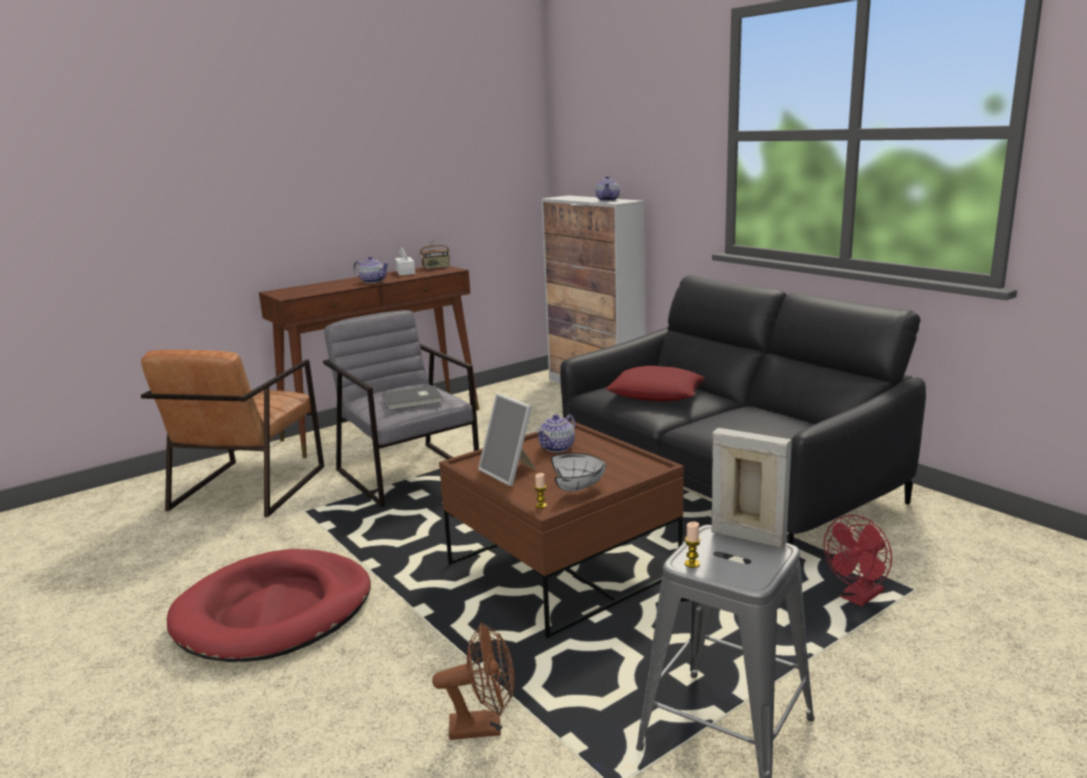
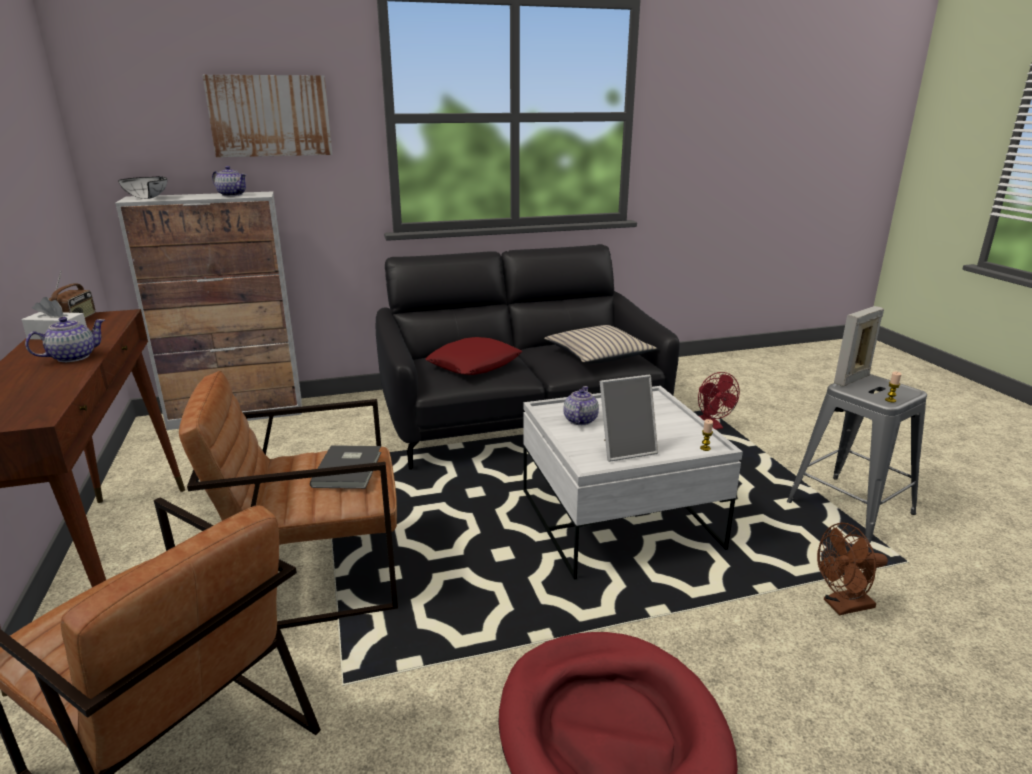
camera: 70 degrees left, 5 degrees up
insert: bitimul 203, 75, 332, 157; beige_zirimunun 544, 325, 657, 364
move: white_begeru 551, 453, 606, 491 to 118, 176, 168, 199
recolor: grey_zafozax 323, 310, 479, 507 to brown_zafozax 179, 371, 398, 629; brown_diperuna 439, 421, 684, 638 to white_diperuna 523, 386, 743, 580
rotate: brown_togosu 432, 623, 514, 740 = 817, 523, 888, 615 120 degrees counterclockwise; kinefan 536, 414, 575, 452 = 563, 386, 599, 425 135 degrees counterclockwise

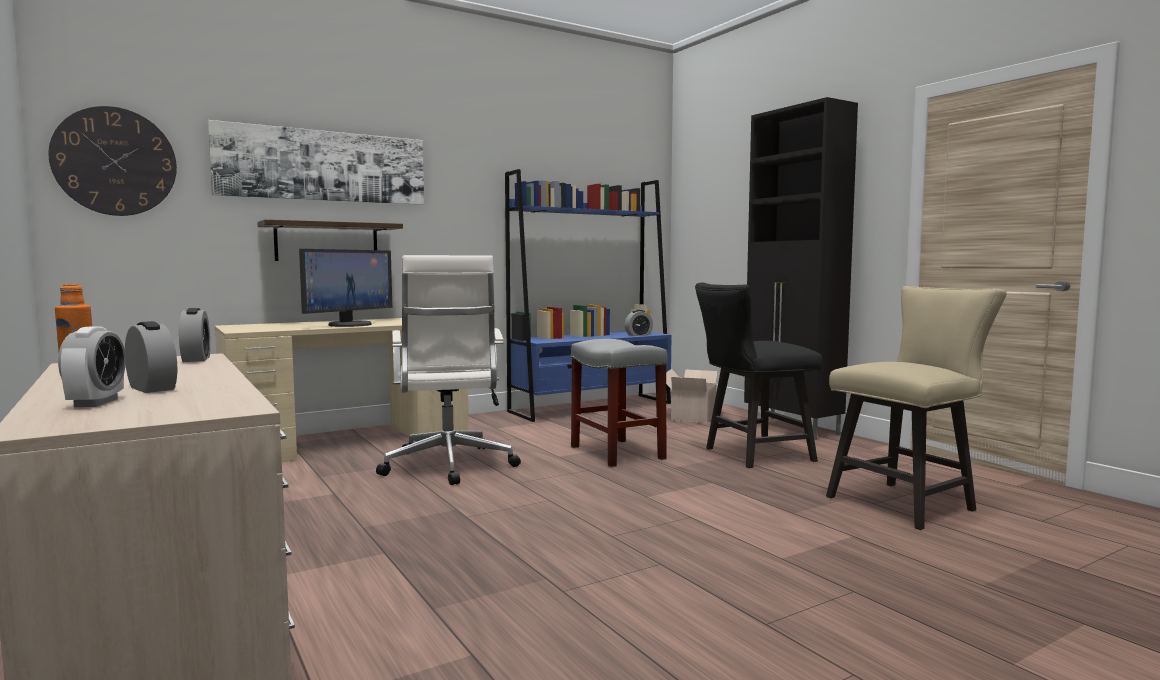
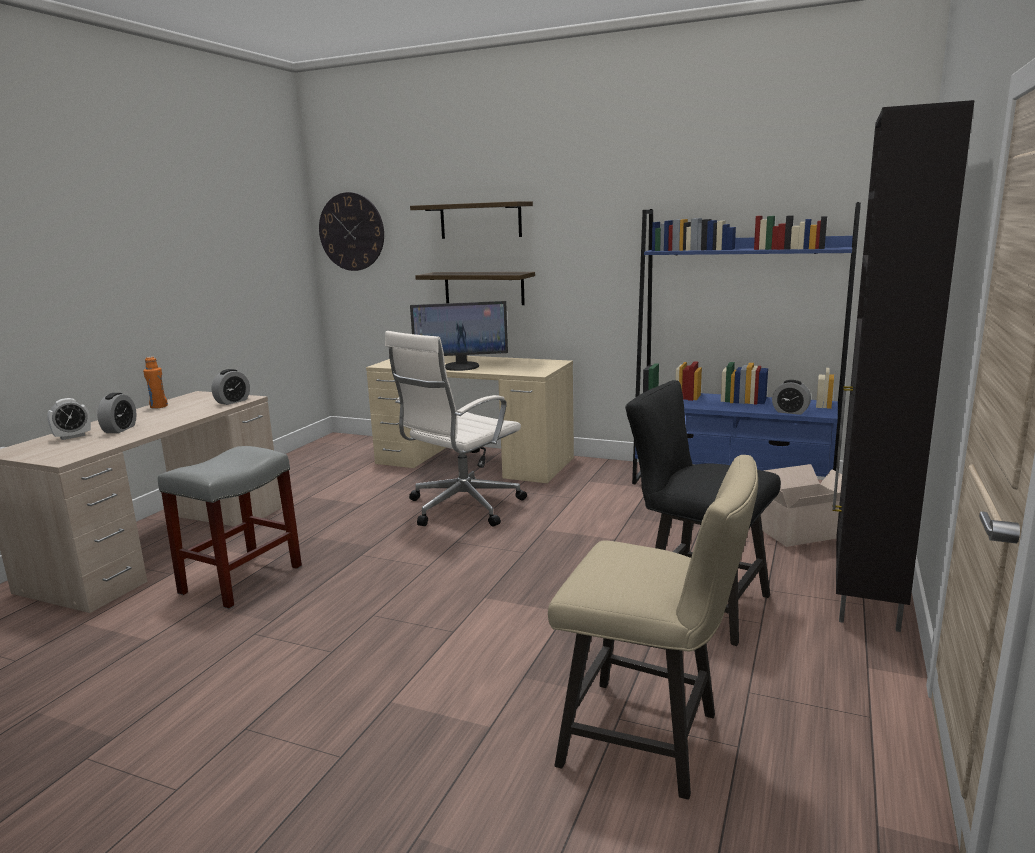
camera: 55 degrees right, 10 degrees up
move: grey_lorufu 571, 339, 668, 468 to 158, 446, 302, 609
replace: bitimul 208, 120, 424, 205 to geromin 410, 201, 533, 239

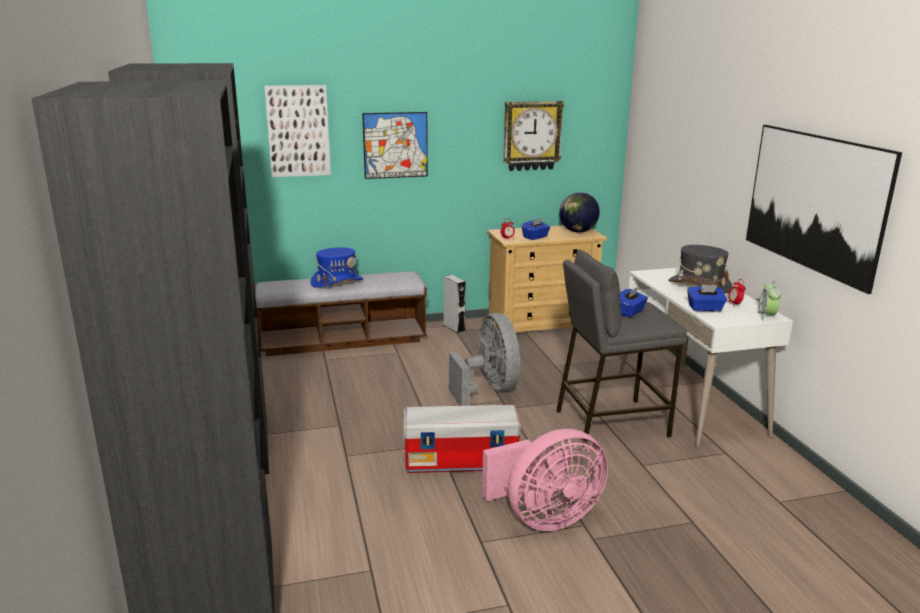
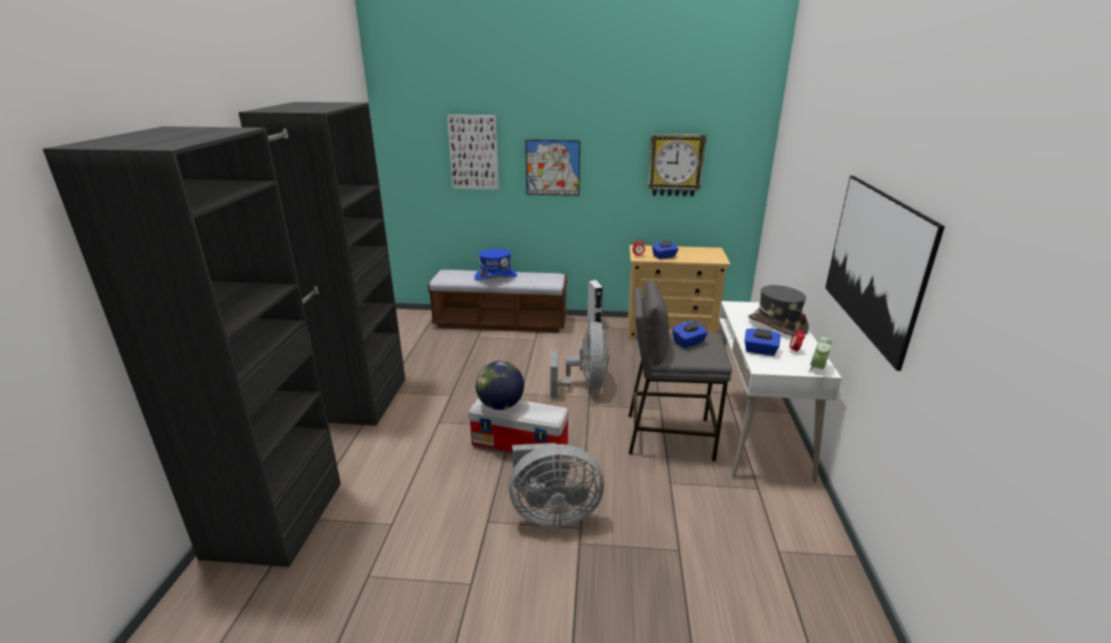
camera: 20 degrees right, 5 degrees up
move: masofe 559, 192, 600, 233 to 476, 361, 524, 410
recolor: pink_togosu 482, 429, 608, 531 to grey_togosu 509, 443, 604, 527

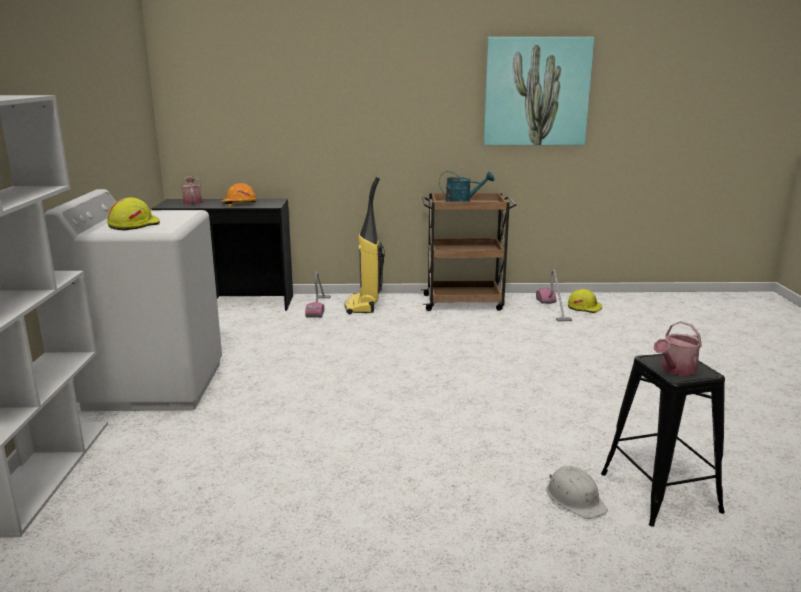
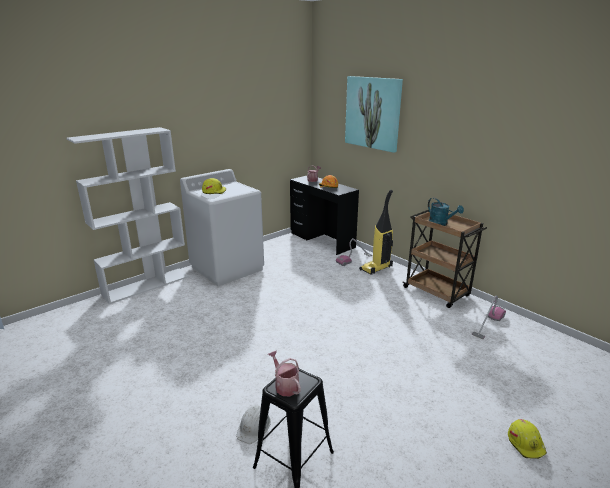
camera: 50 degrees right, 5 degrees up
move: bitimul 483, 37, 595, 145 to 345, 76, 403, 153; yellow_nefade 568, 289, 602, 313 to 508, 419, 547, 459
rotate: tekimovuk 654, 321, 702, 376 = 268, 350, 301, 396 45 degrees clockwise

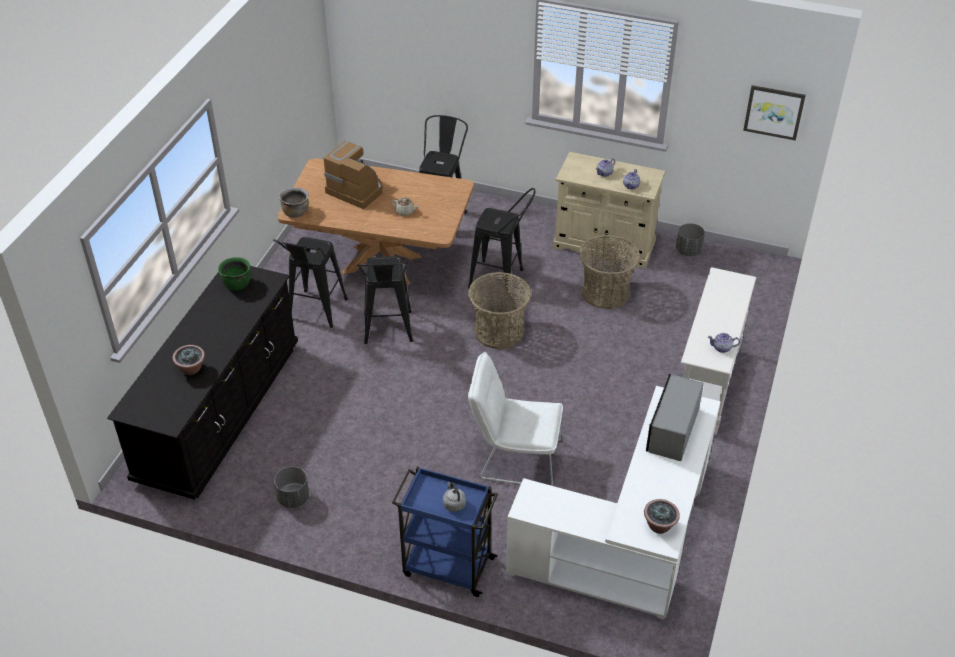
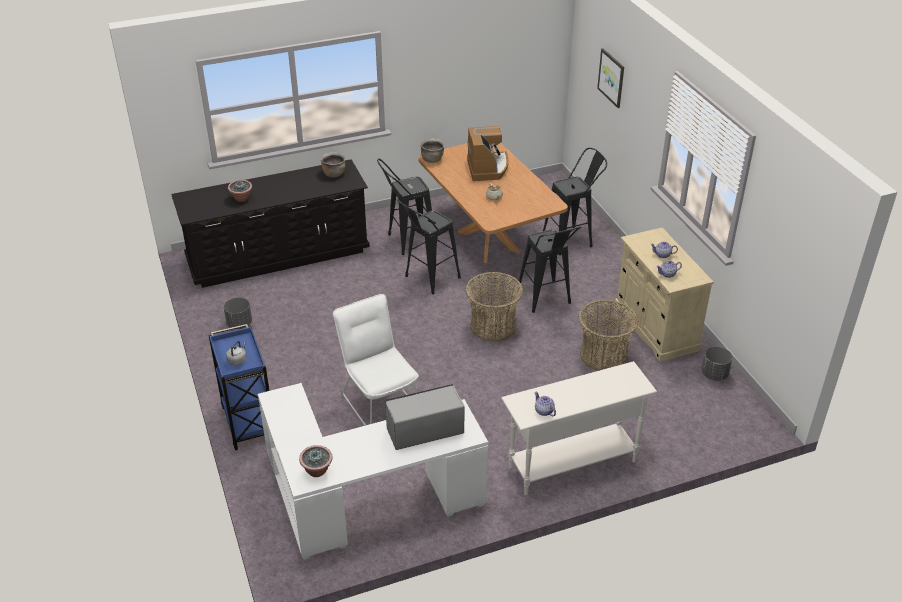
camera: 50 degrees right, 5 degrees down
move: bitimul 743, 85, 806, 141 to 597, 48, 624, 108
recolor: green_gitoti 218, 257, 251, 291 to brown_gitoti 320, 152, 346, 178

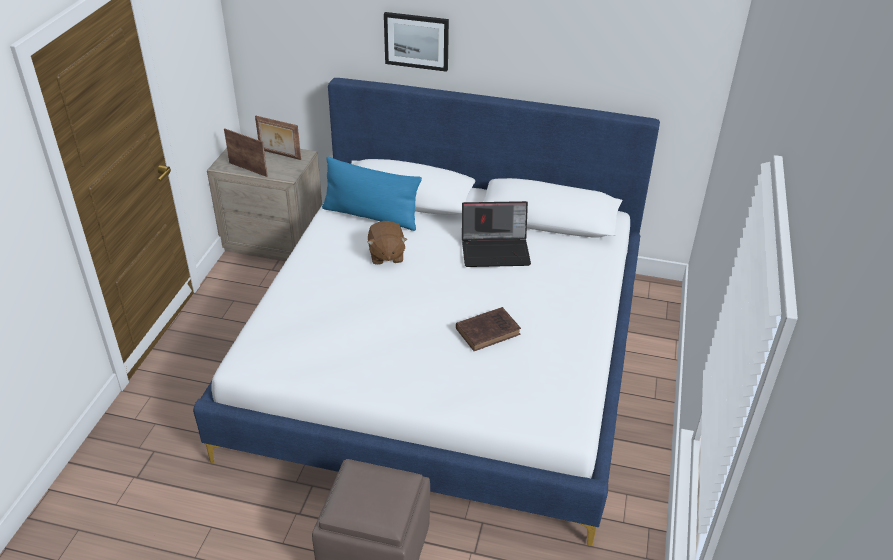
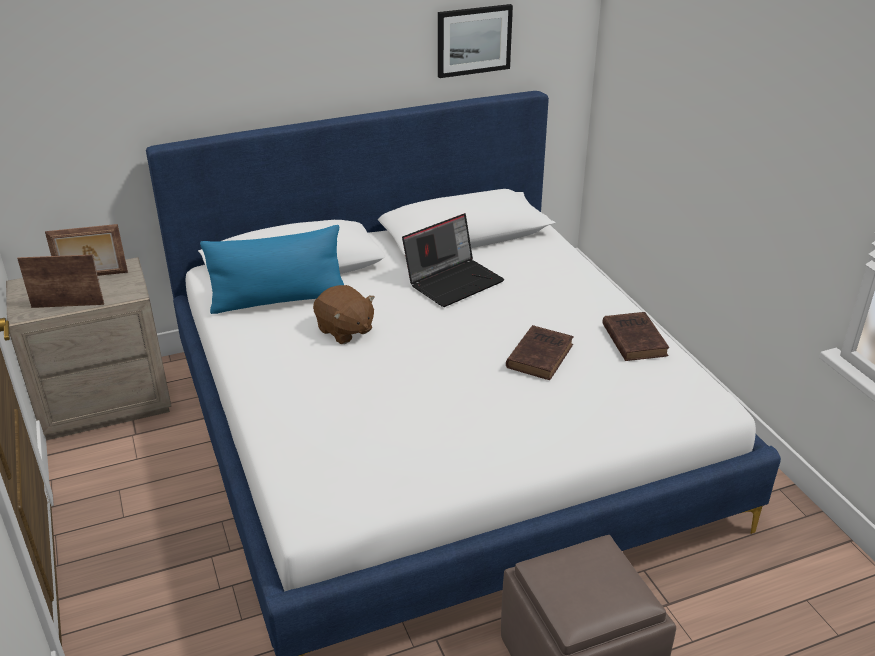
camera: 35 degrees left, 5 degrees down
insert: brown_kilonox 602, 312, 670, 361
move: bitimul 384, 12, 449, 72 to 438, 4, 513, 78

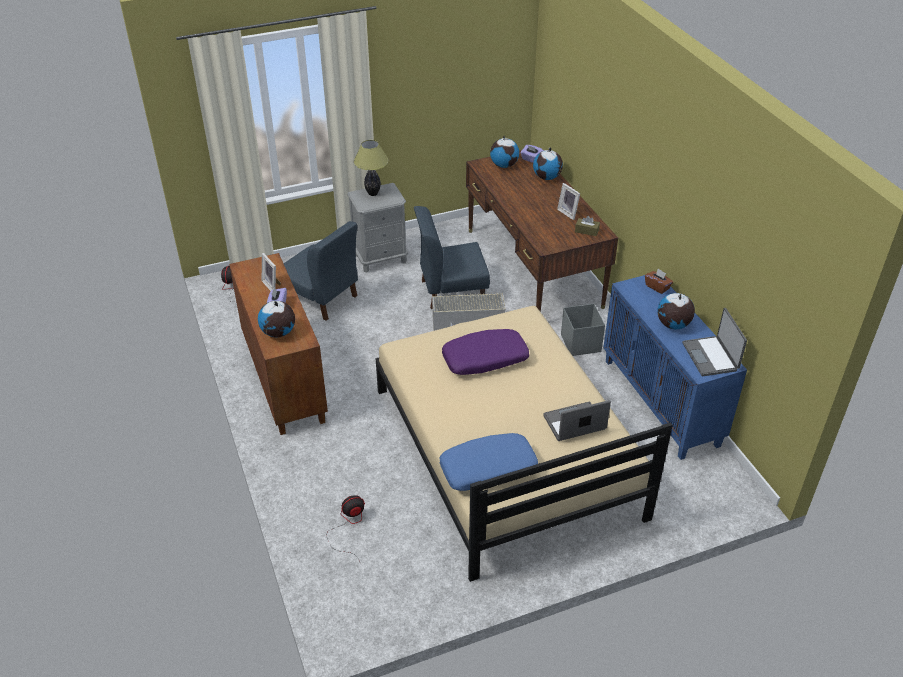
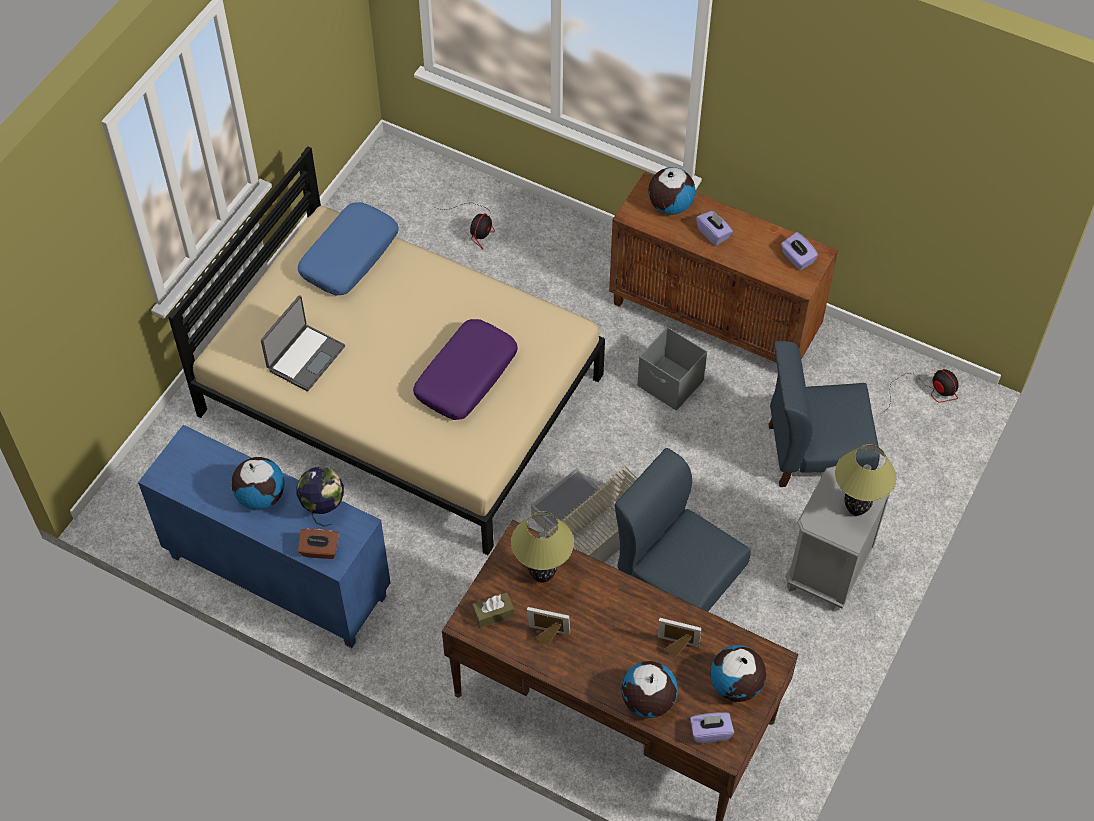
camera: 140 degrees right, 15 degrees up
delete: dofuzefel 682, 308, 747, 376
insert: masofe 297, 467, 344, 526; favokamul 511, 511, 574, 583; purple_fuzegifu 781, 232, 818, 270
move: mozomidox 262, 253, 281, 291 to 658, 618, 701, 655; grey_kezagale 561, 304, 605, 356 to 637, 327, 707, 410
rotate: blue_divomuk 414, 206, 490, 309 = 615, 448, 751, 611 90 degrees counterclockwise

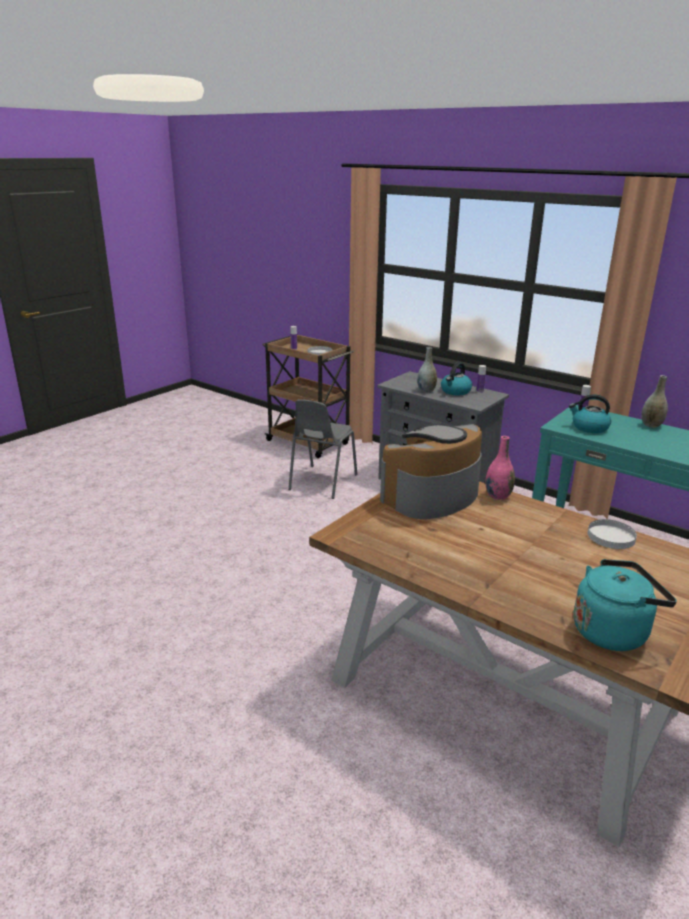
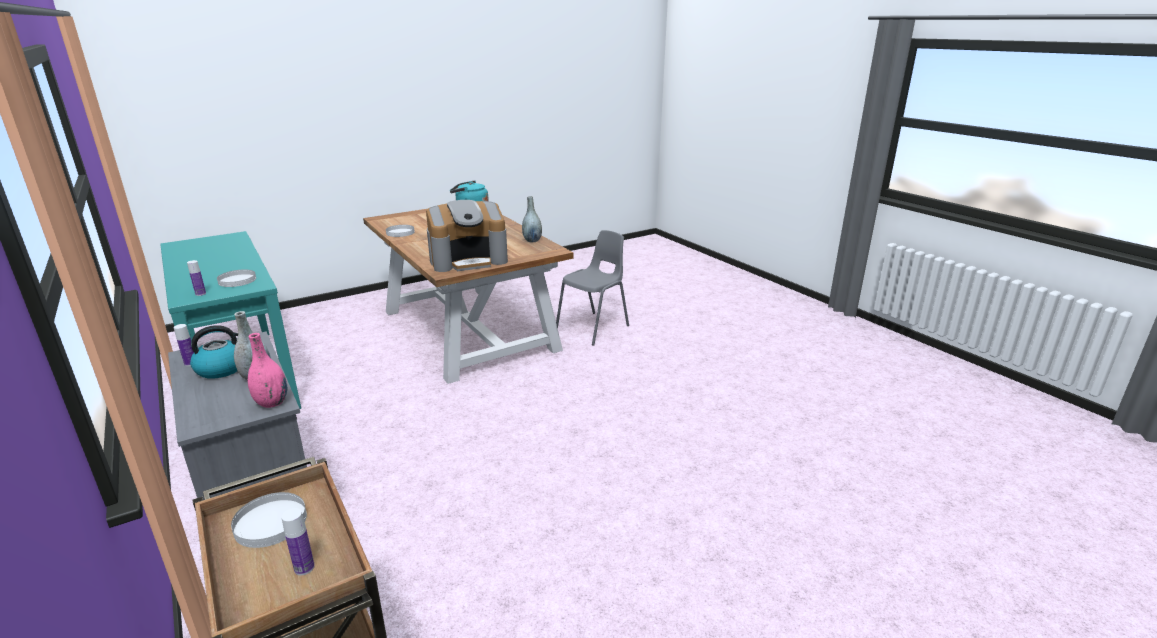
camera: 160 degrees left, 0 degrees up
move: grey_divomuk 288, 399, 358, 499 to 556, 230, 629, 345; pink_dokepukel 485, 436, 515, 500 to 248, 333, 287, 408; grey_dokepukel 641, 375, 668, 428 to 522, 196, 542, 242
replace: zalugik 569, 394, 611, 433 to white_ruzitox 217, 269, 256, 287

